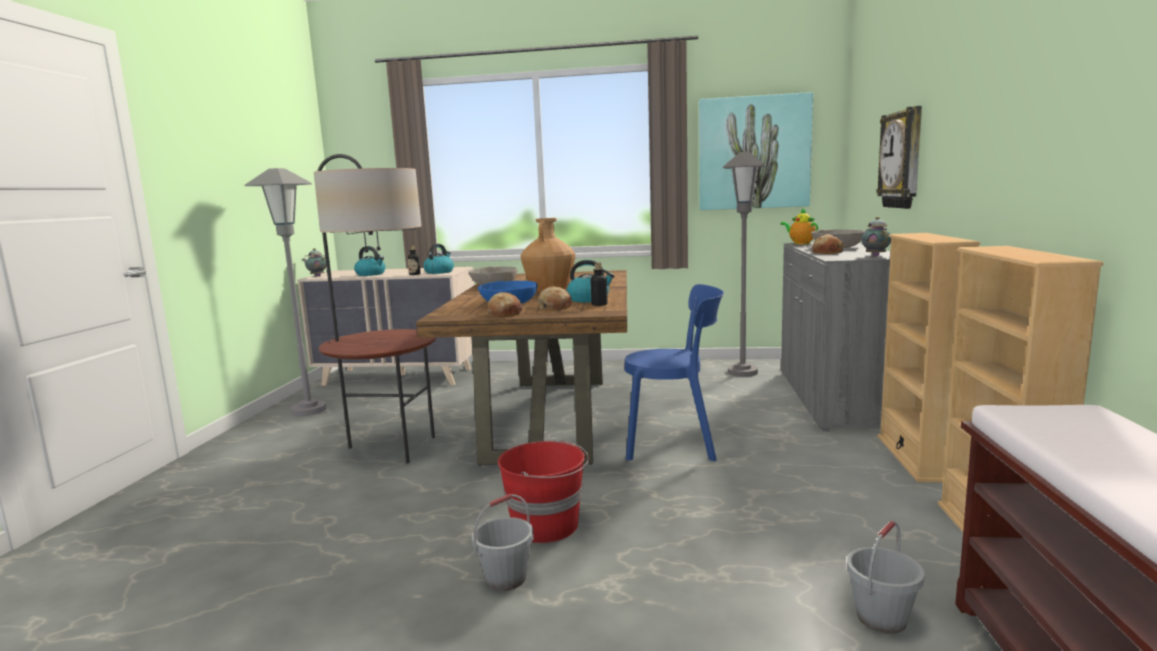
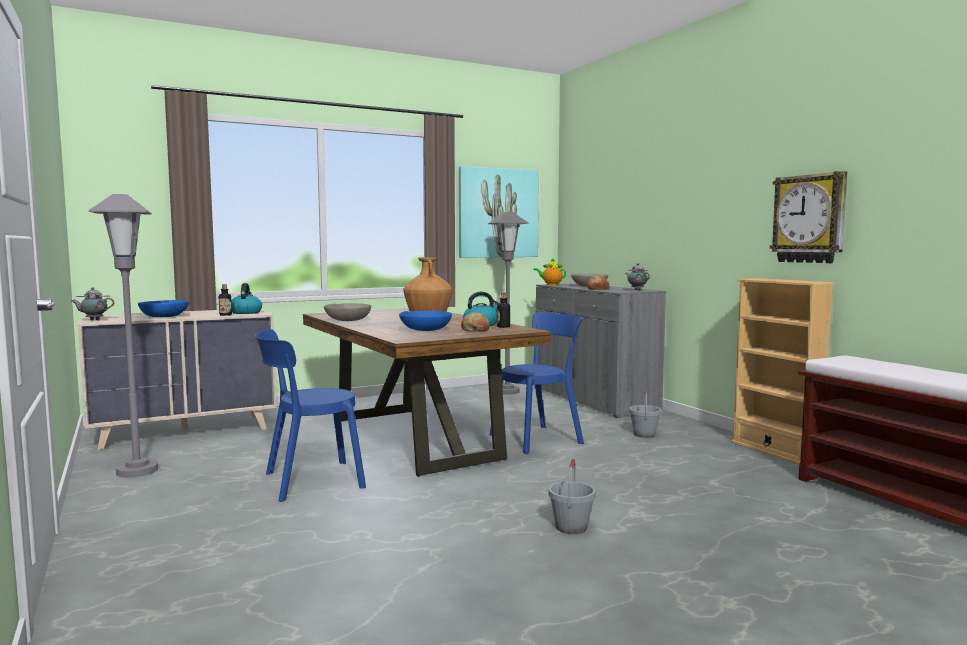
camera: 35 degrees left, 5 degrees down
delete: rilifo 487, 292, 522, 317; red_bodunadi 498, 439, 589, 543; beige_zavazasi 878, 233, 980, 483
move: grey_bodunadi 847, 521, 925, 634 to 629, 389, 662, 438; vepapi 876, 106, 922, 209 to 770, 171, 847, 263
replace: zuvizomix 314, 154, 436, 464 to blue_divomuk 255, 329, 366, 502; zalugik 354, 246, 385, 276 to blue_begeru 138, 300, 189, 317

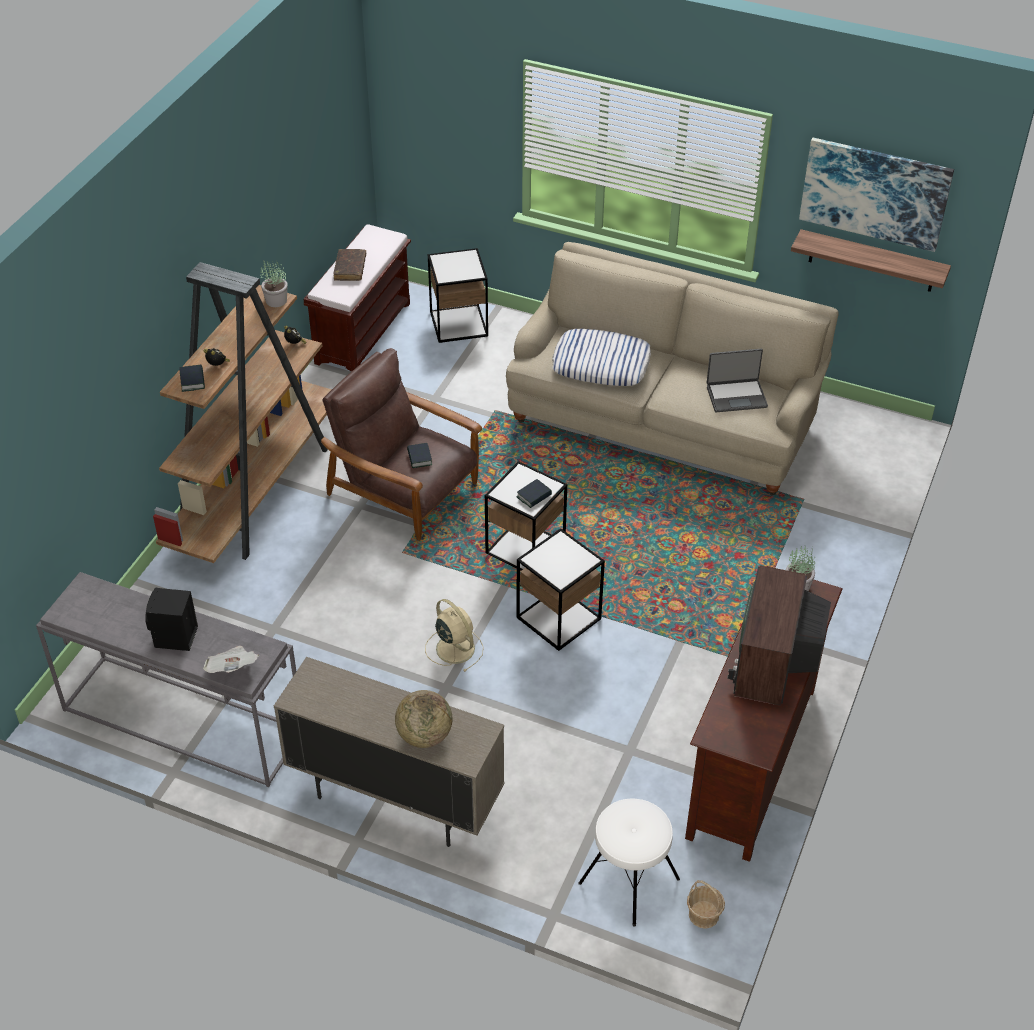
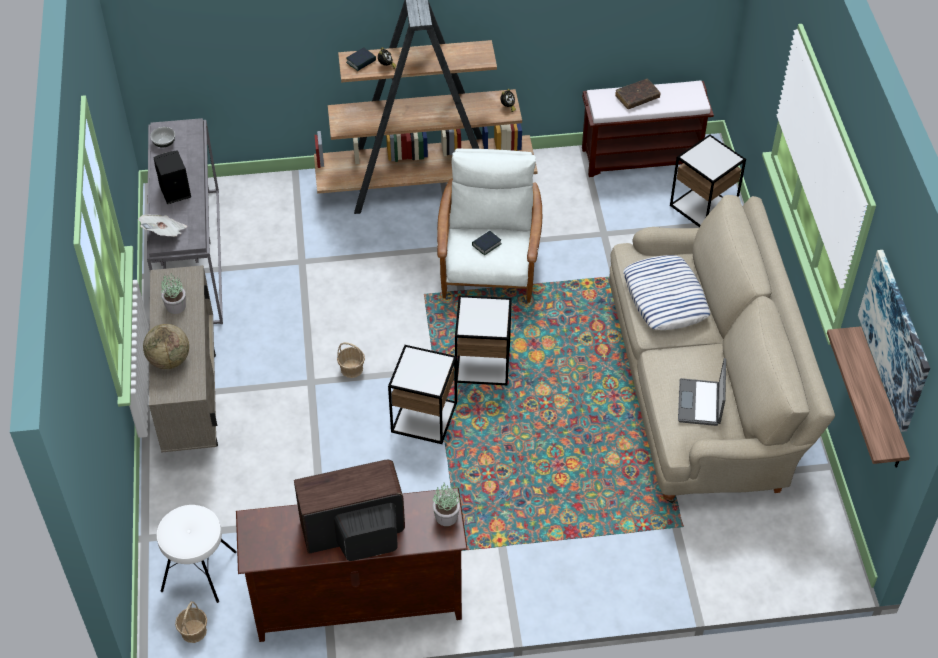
camera: 60 degrees right, 5 degrees up
delete: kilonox 516, 479, 552, 508
insert: begeru 150, 127, 175, 147
move: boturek 261, 260, 288, 307 to 161, 271, 186, 314
replace: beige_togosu 425, 599, 484, 672 to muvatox 337, 342, 365, 378
recolor: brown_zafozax 321, 348, 482, 541 to white_zafozax 437, 149, 542, 303
rotate: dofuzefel 707, 349, 768, 412 = 678, 358, 726, 426 45 degrees clockwise

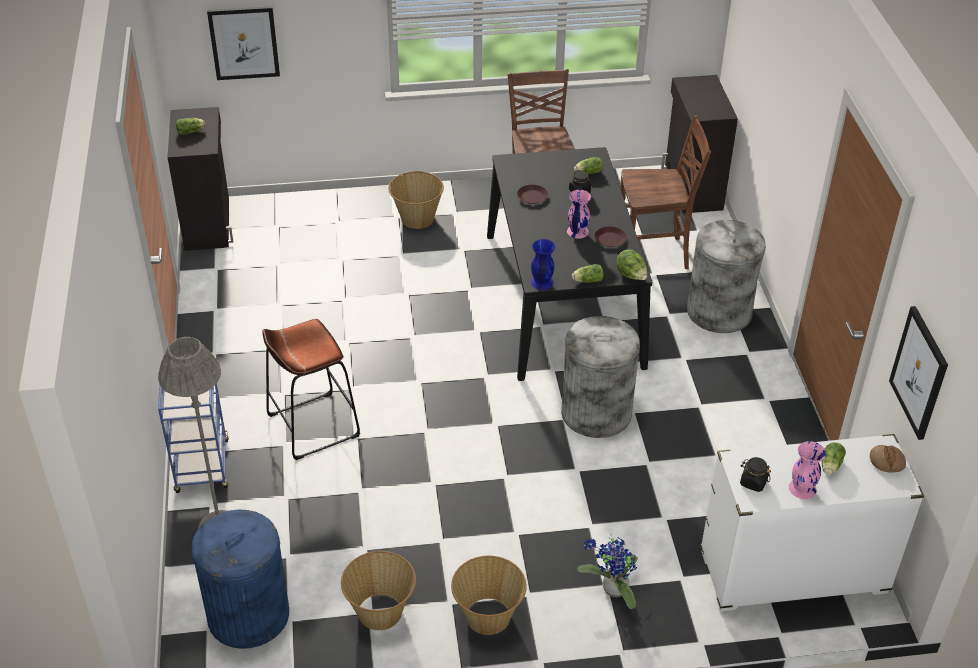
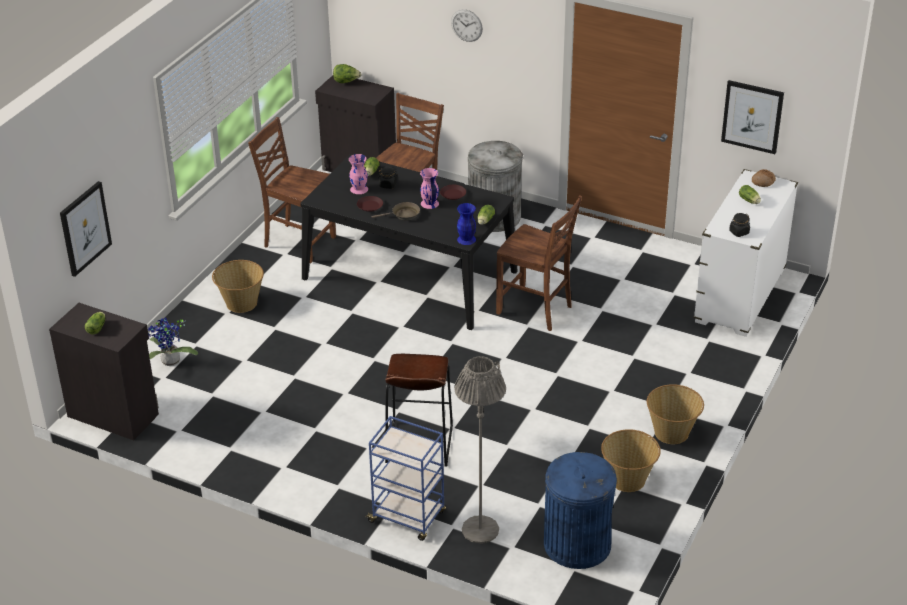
camera: 55 degrees left, 5 degrees down
insert: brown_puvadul 371, 202, 420, 221; vepapi 451, 9, 483, 42
move: boturek 577, 534, 638, 609 to 148, 318, 198, 366; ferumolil 616, 249, 647, 280 to 333, 64, 361, 83; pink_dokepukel 789, 441, 826, 499 to 349, 154, 368, 194
replace: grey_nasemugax 561, 316, 640, 438 to brown_divomuk 496, 195, 582, 331

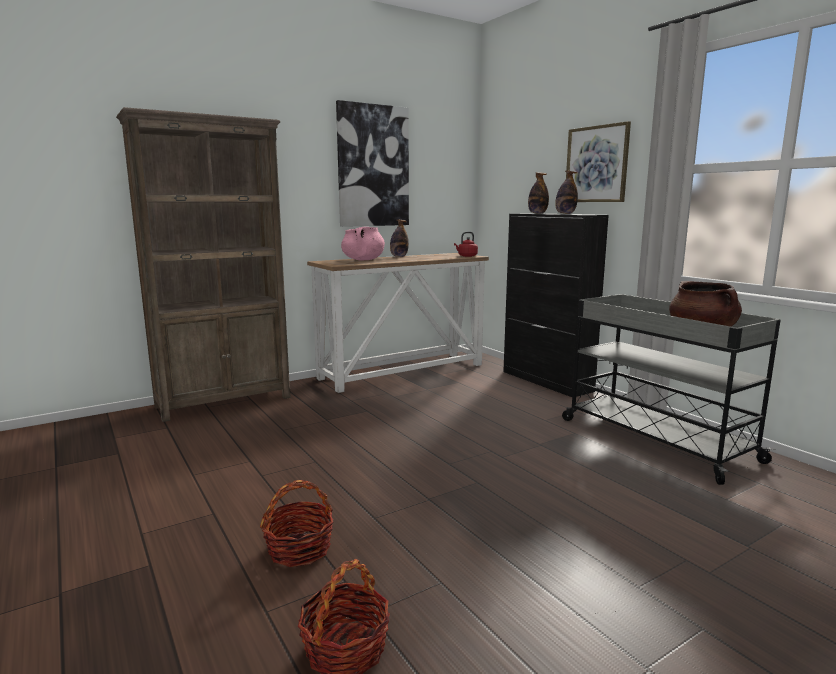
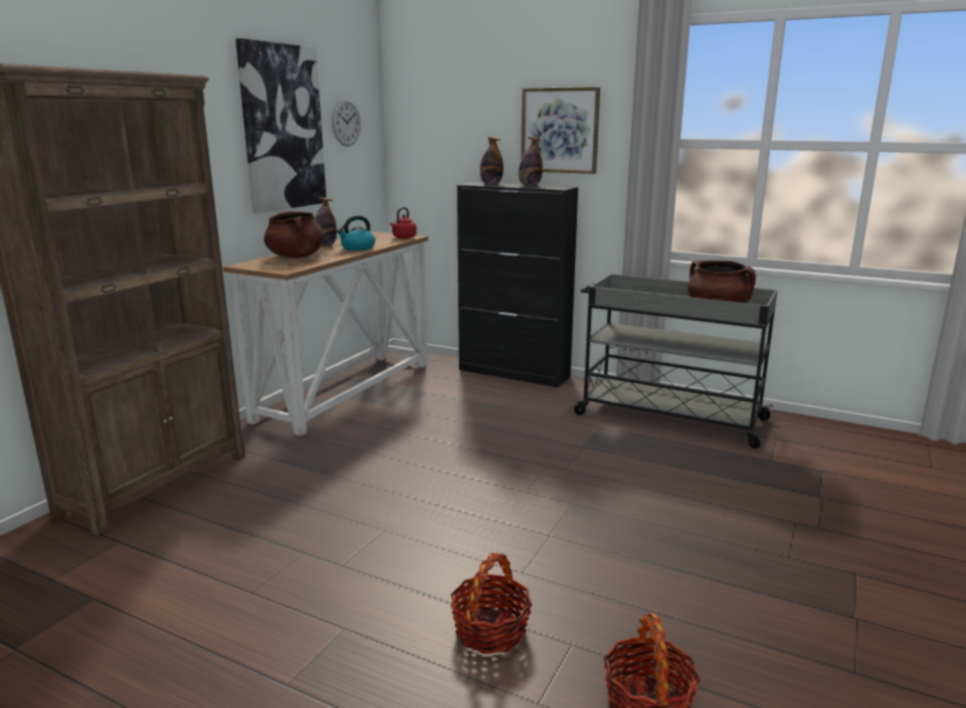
camera: 30 degrees left, 5 degrees up
insert: vepapi 332, 98, 361, 146; zalugik 337, 215, 375, 251
recolor: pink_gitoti 341, 227, 385, 260 to brown_gitoti 264, 211, 324, 258

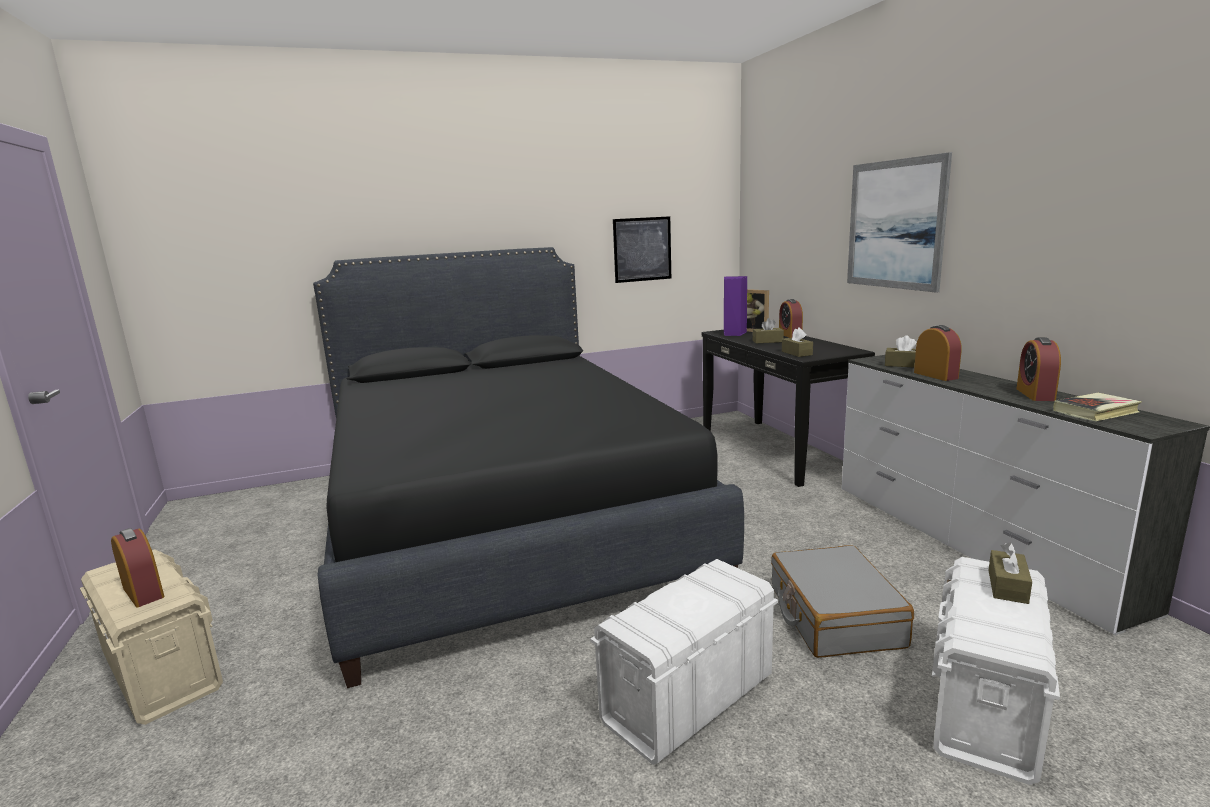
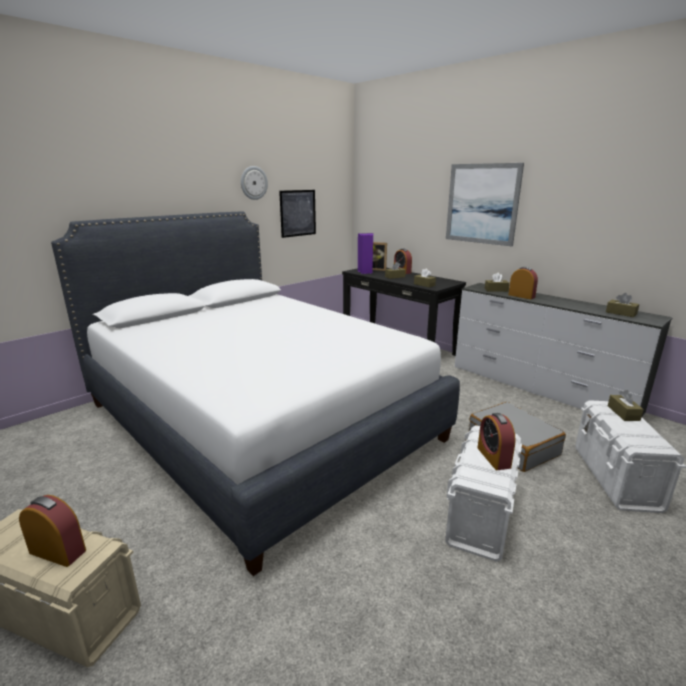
camera: 25 degrees left, 5 degrees up
insert: vepapi 241, 166, 268, 200
move: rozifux 1016, 337, 1061, 401 to 478, 413, 516, 470
replace: kilonox 1053, 393, 1142, 421 to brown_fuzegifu 606, 293, 639, 317
recolor: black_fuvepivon 313, 247, 744, 688 to white_fuvepivon 51, 211, 460, 576

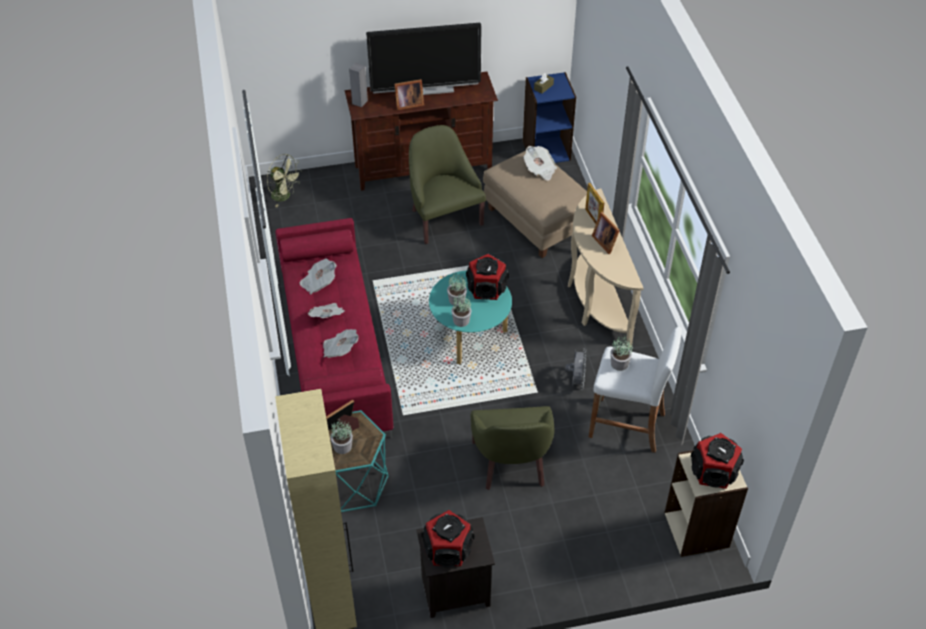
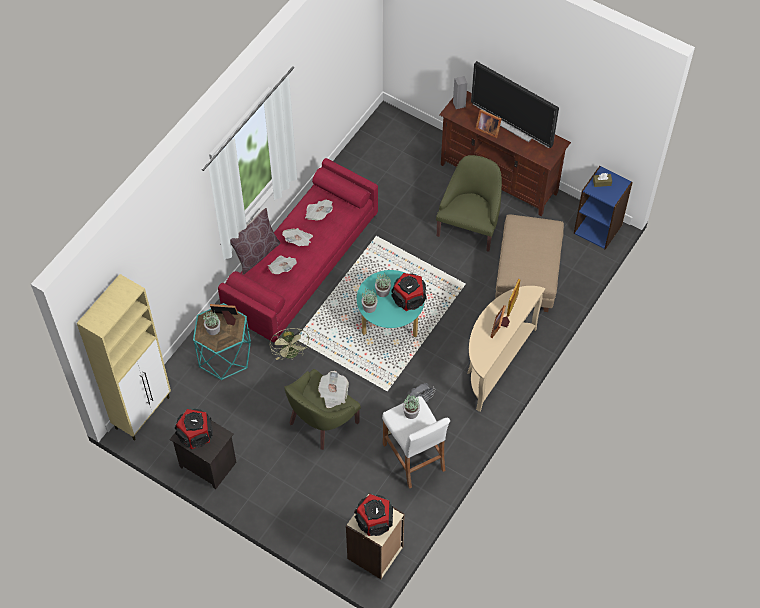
camera: 45 degrees right, 10 degrees up
insert: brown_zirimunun 230, 208, 280, 275
move: green_togosu 267, 154, 302, 207 to 270, 328, 310, 360; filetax 523, 146, 557, 181 to 318, 371, 349, 408

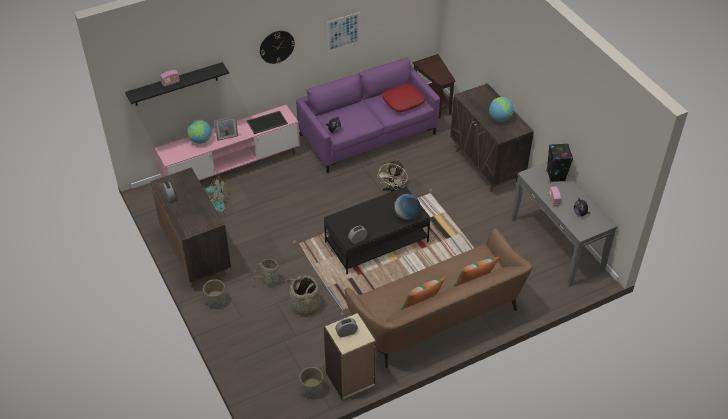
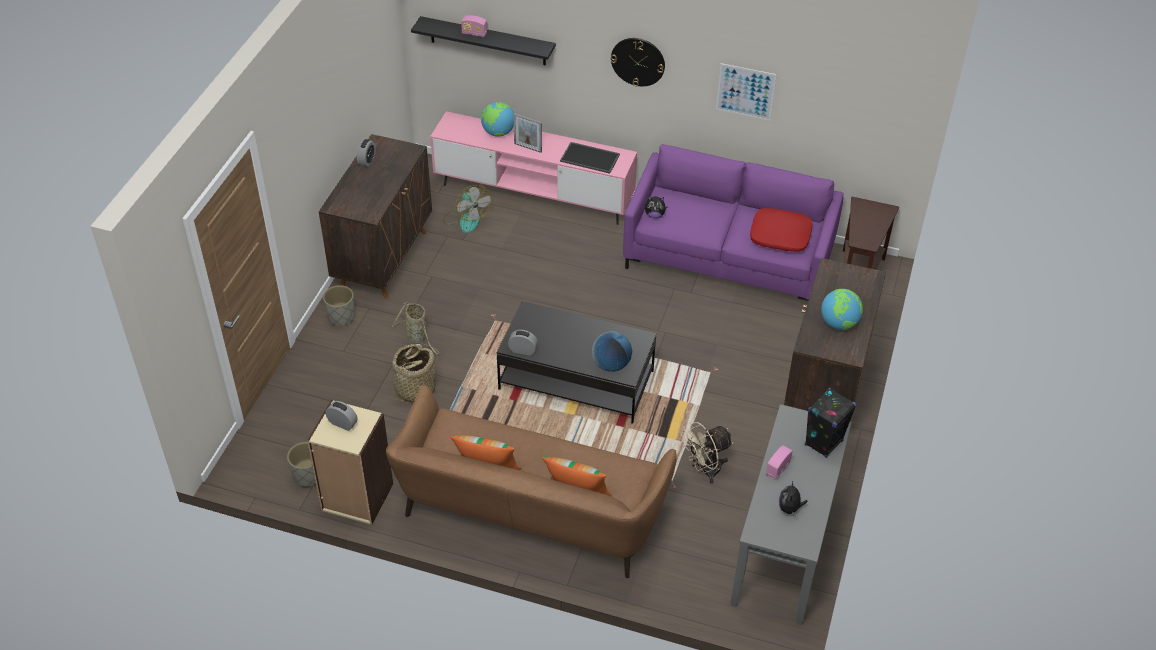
camera: 45 degrees right, 0 degrees up
move: beige_togosu 377, 160, 408, 192 to 681, 422, 733, 484

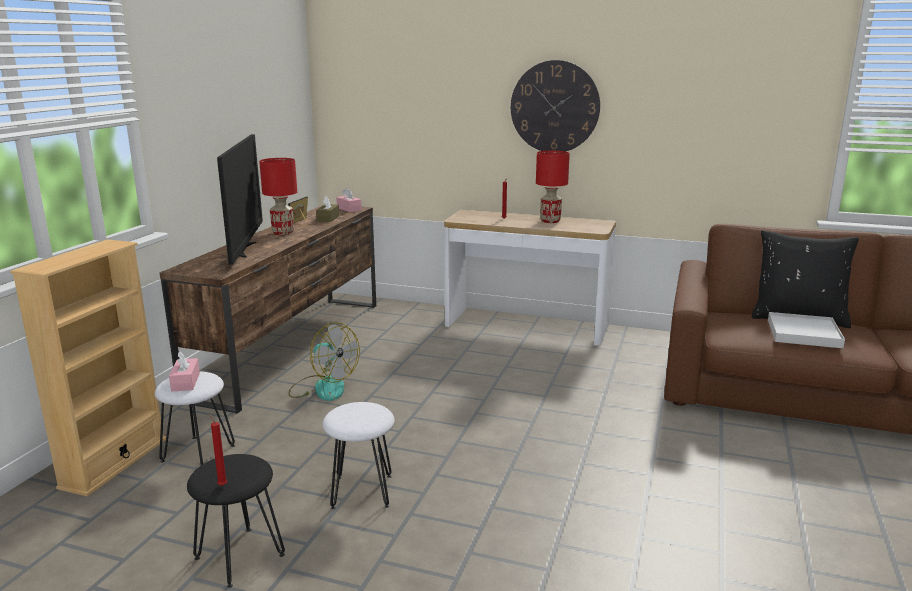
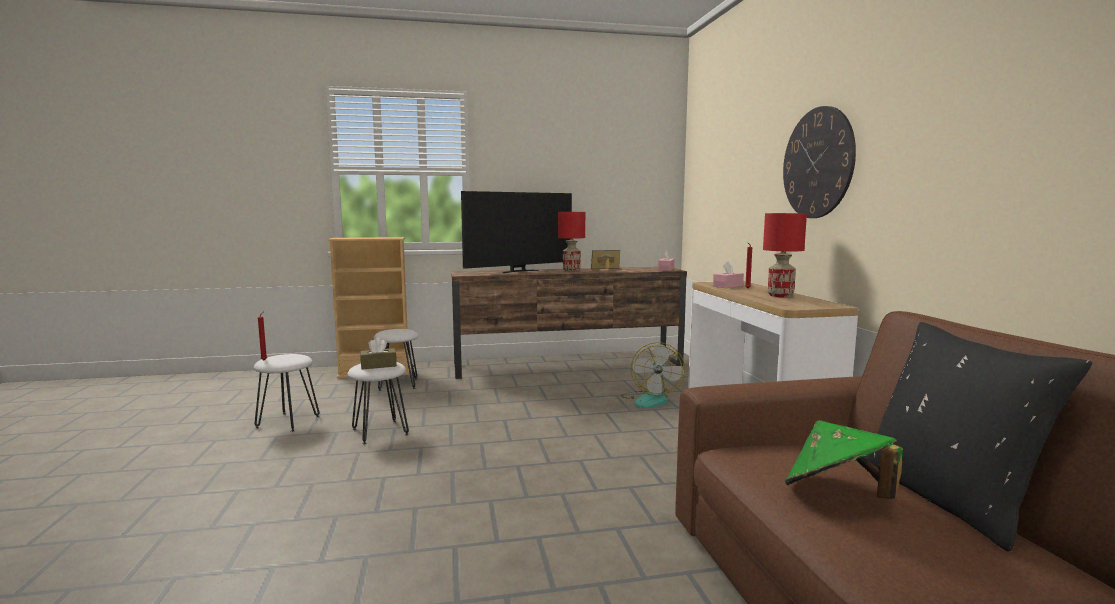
camera: 60 degrees right, 10 degrees down
move: pink_fuzegifu 169, 351, 200, 391 to 713, 261, 744, 288; togosu 288, 322, 360, 401 to 621, 342, 685, 408; brown_fuzegifu 316, 196, 339, 222 to 360, 337, 397, 370
replace: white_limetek 768, 312, 845, 348 to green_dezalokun 785, 420, 903, 499
recolor: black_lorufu 187, 454, 285, 588 to white_lorufu 254, 354, 320, 432

